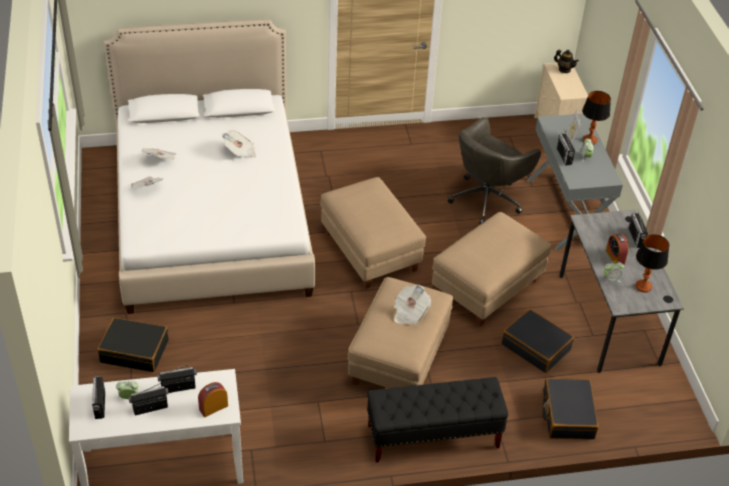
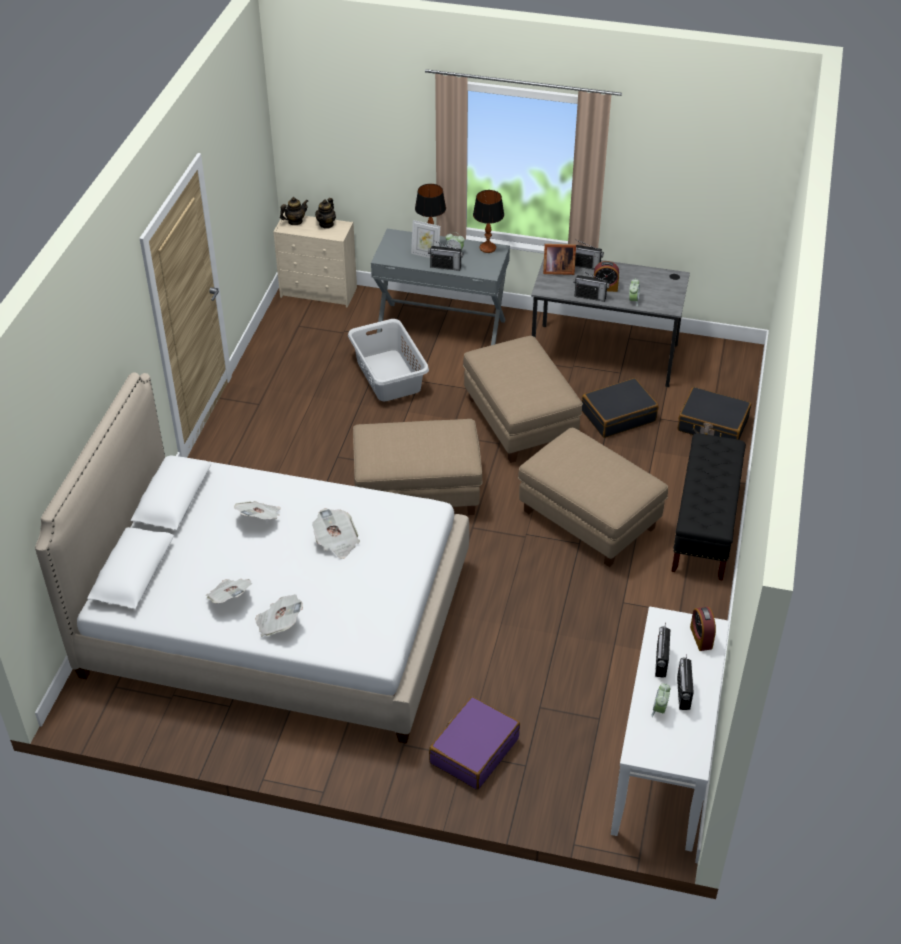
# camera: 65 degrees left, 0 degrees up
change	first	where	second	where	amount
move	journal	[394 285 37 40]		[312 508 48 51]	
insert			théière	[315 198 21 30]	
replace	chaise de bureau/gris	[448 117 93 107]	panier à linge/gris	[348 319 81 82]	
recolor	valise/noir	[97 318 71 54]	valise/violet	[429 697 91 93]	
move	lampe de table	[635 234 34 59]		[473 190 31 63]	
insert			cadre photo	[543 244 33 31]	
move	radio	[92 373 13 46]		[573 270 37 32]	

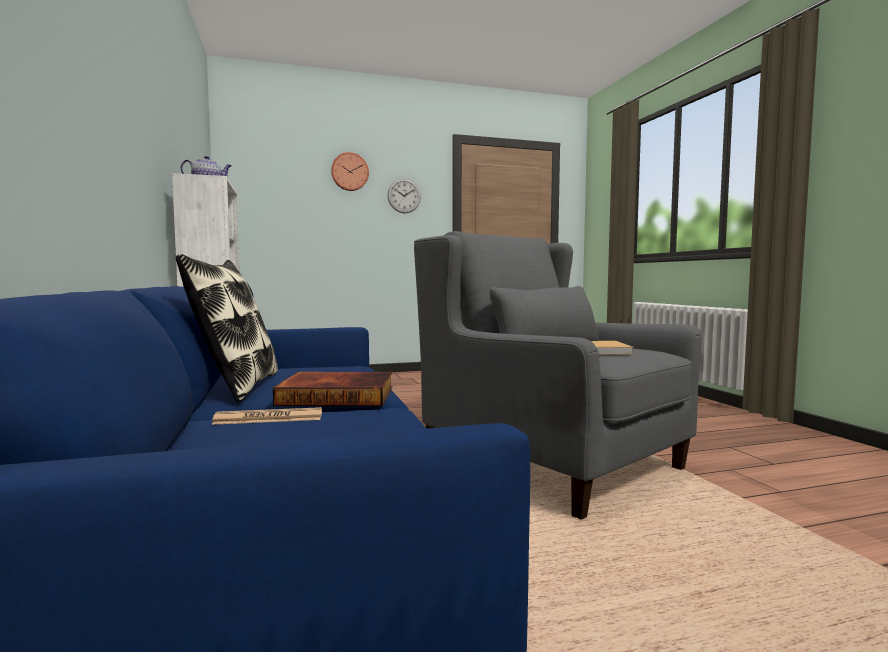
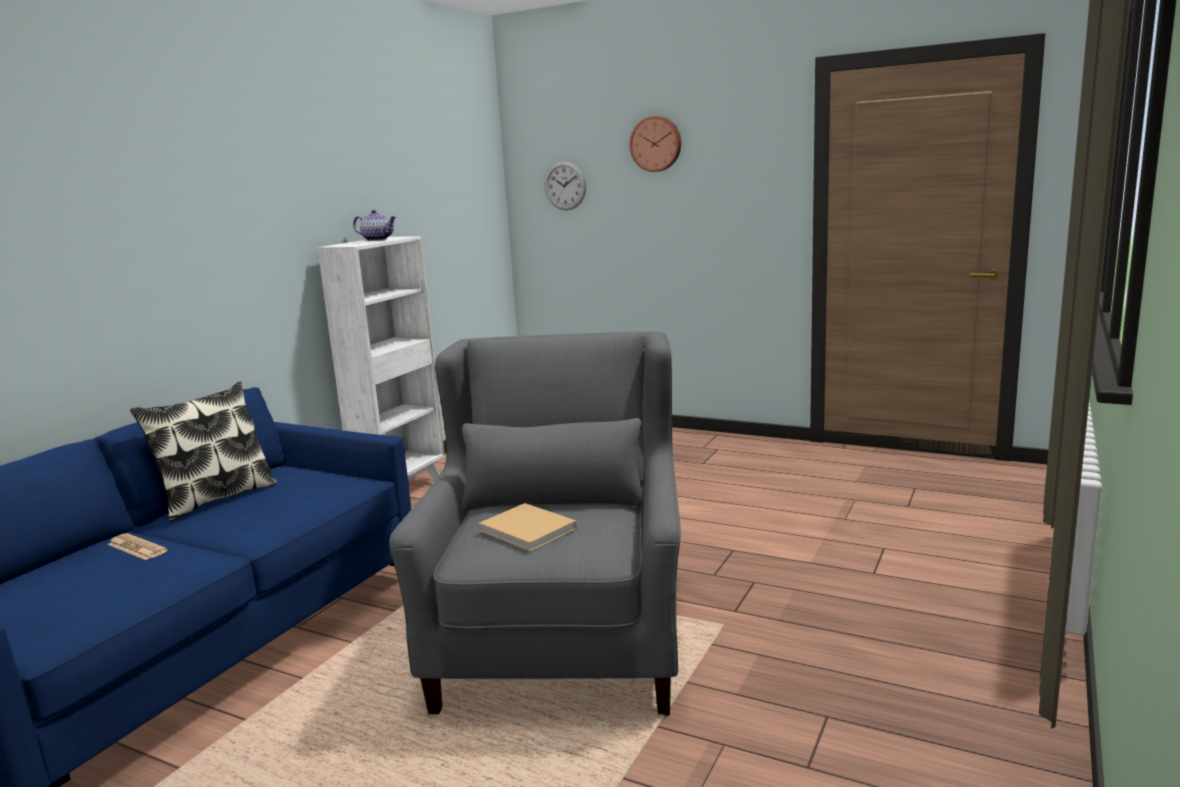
# camera: 45 degrees right, 10 degrees up
change	first	where	second	where	amount
move	horloge murale	[387 179 34 35]		[544 161 42 49]	
delete	livre	[273 372 119 34]			

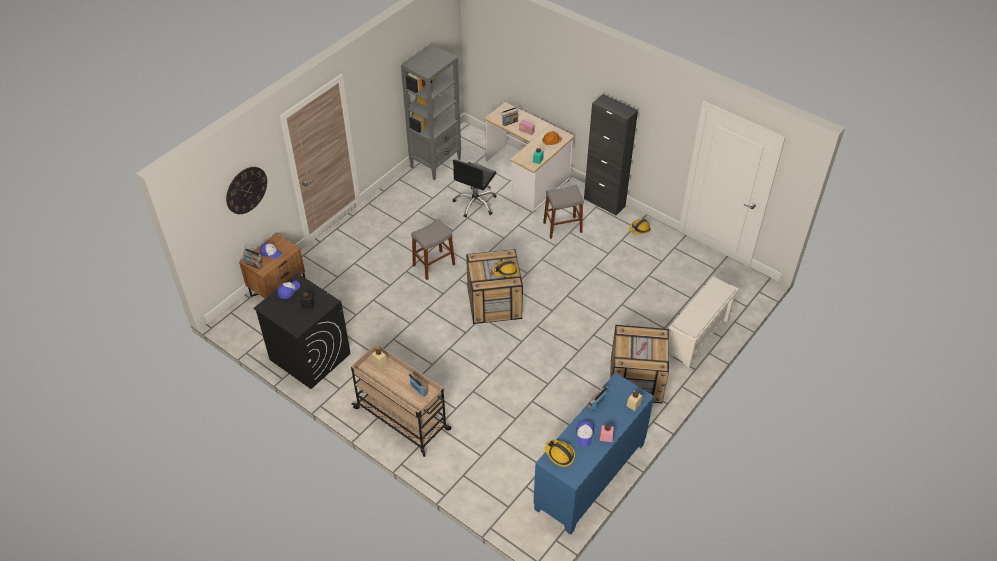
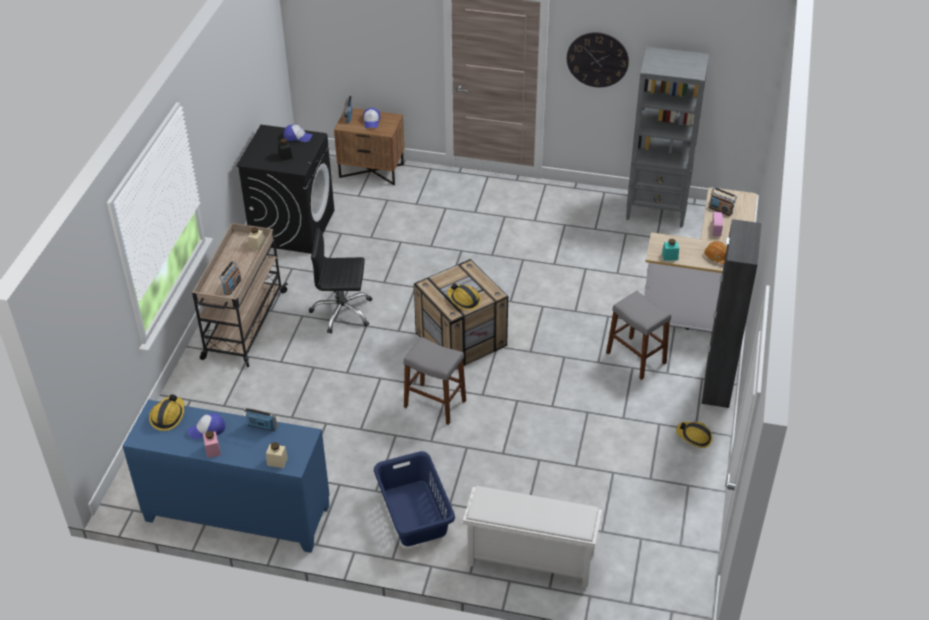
# camera: 65 degrees right, 5 degrees down
change	first	where	second	where	amount
move	chaise de bureau/noir	[453 159 44 59]		[309 227 63 107]	
replace	caisse	[610 325 59 78]	panier à linge/bleu	[374 451 81 95]	
move	tabouret/gris	[411 219 44 61]		[404 337 62 88]	
move	horloge murale	[226 167 41 47]		[567 32 62 55]	

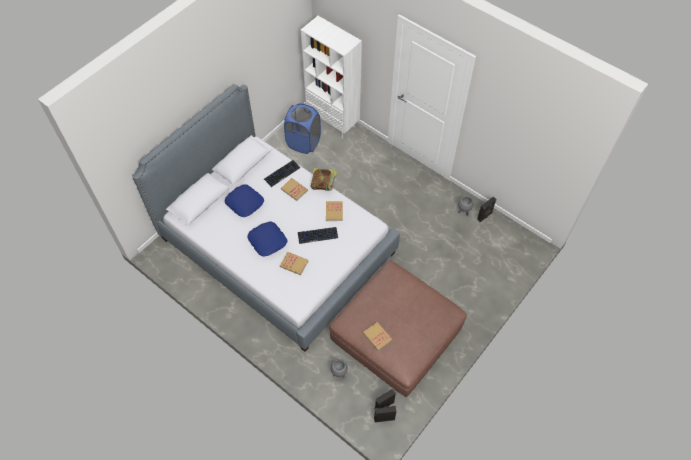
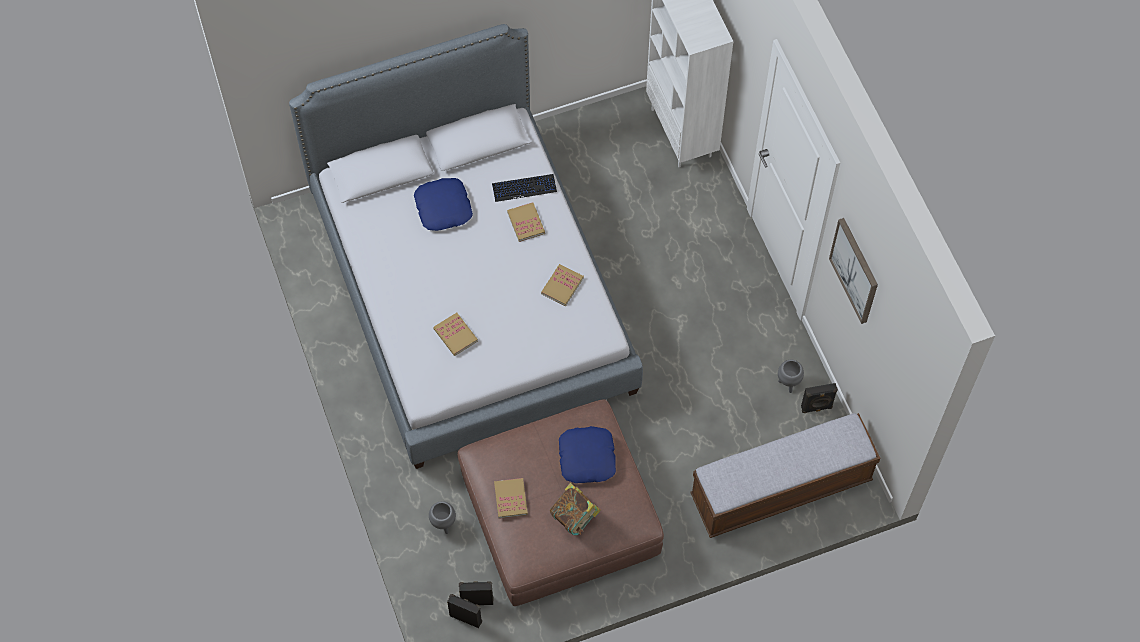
# camera: 30 degrees right, 5 degrees up
change	first	where	second	where	amount
move	livre	[311 168 26 23]		[550 483 51 52]	
move	coussin/bleu	[247 221 40 36]		[559 426 57 57]	
insert			banc	[690 413 190 125]	
insert			tableau	[829 218 49 106]	
delete	panier à linge/bleu	[284 103 37 51]			
delete	clavier	[298 227 40 17]			

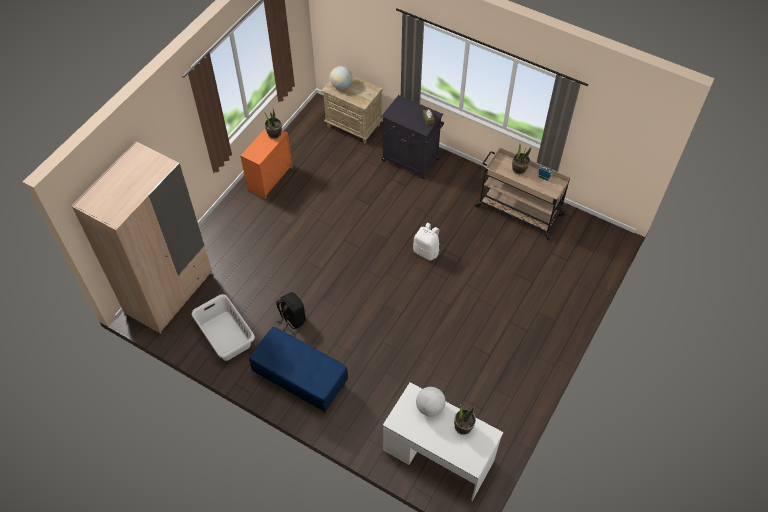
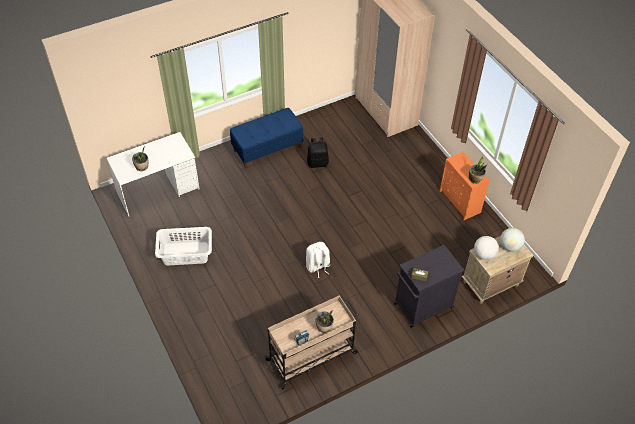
# camera: 120 degrees right, 5 degrees down
change	first	where	second	where	amount
move	panier à linge/blanc	[192 294 63 67]		[155 227 57 38]	
move	globe	[416 387 30 30]		[474 236 25 24]	

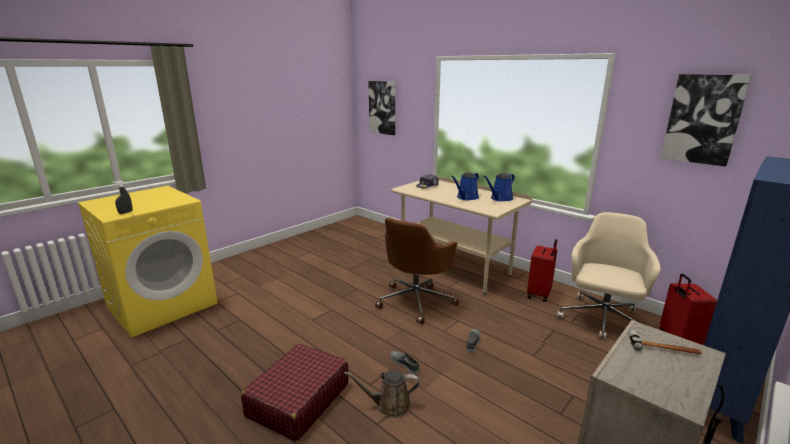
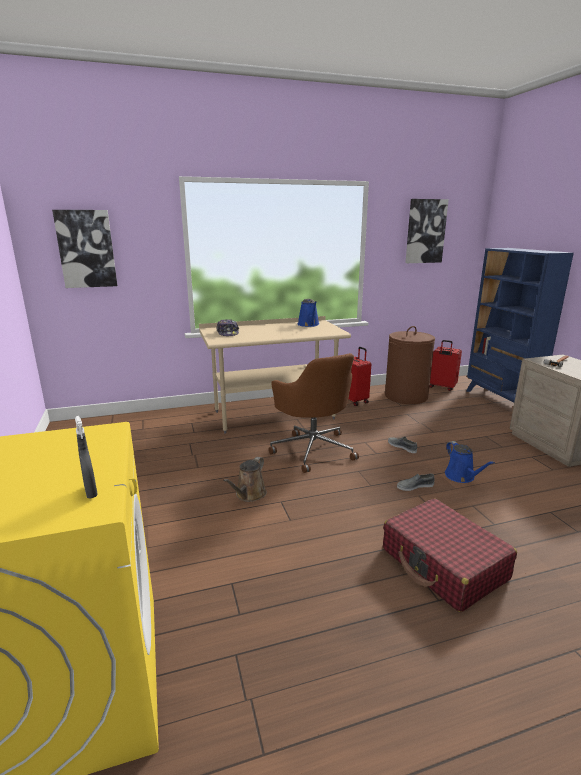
# camera: 60 degrees left, 0 degrees up
change	first	where	second	where	amount
move	arrosoir/marron	[345 370 74 48]		[223 457 44 45]	
replace	chaise de bureau/beige	[557 212 103 128]	panier à linge/marron	[385 326 50 78]	
move	arrosoir/bleu	[451 172 28 28]		[445 441 50 42]	

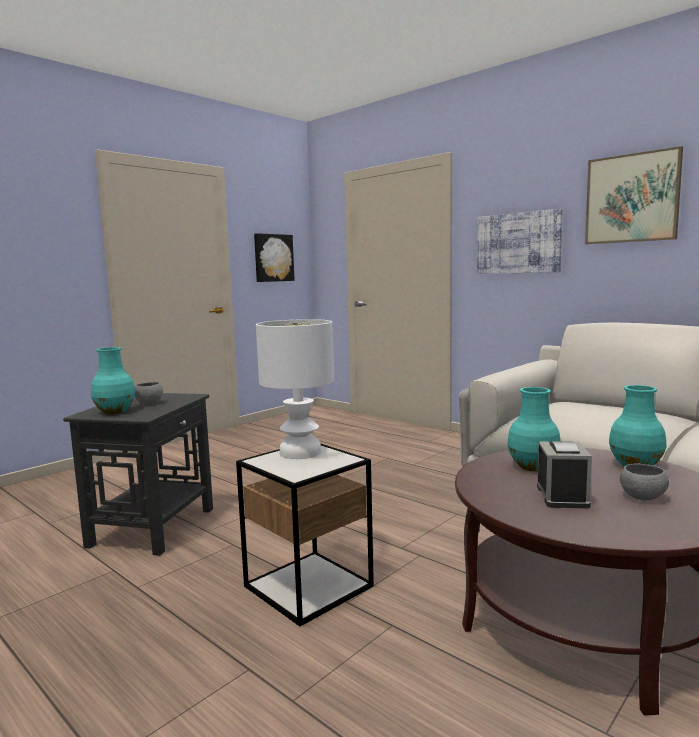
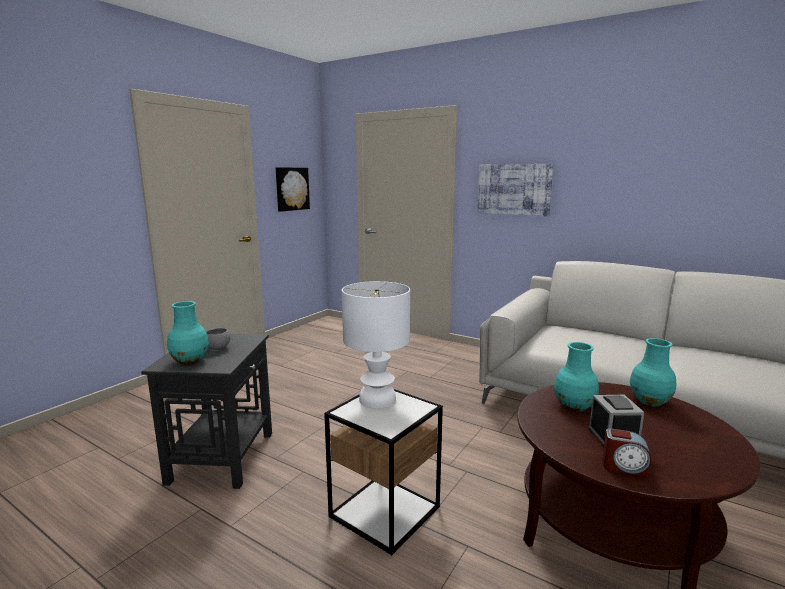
# camera: 10 degrees left, 5 degrees up
change	first	where	second	where	amount
insert			réveil	[602 428 49 49]	
delete	tableau	[585 146 98 98]			
delete	bol/gris	[620 463 49 37]			

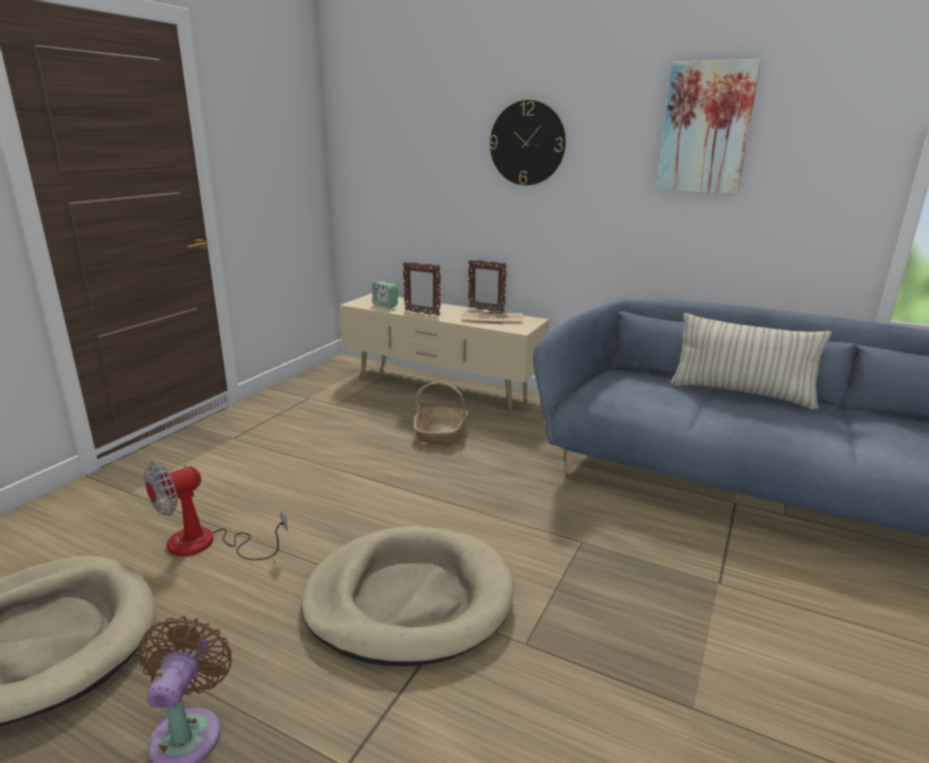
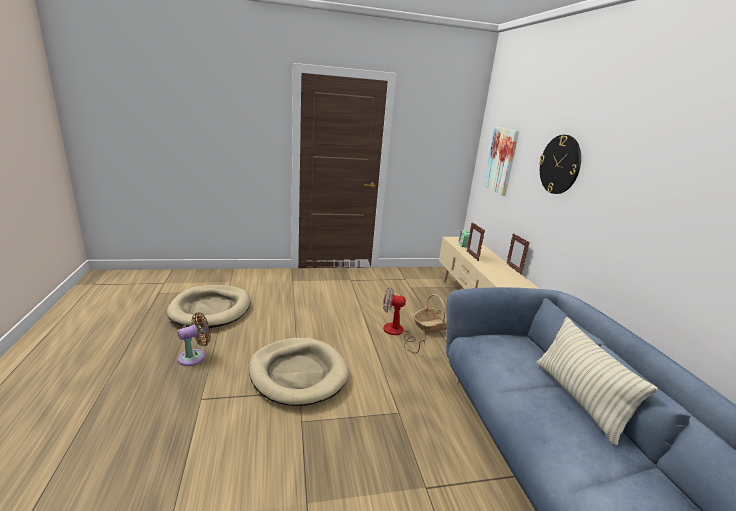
# camera: 50 degrees right, 0 degrees up
change	first	where	second	where	amount
move	ventilateur	[144 461 144 99]		[383 287 43 66]	
move	tableau	[656 59 105 136]		[484 127 35 69]	
delete	journal	[461 311 62 14]			

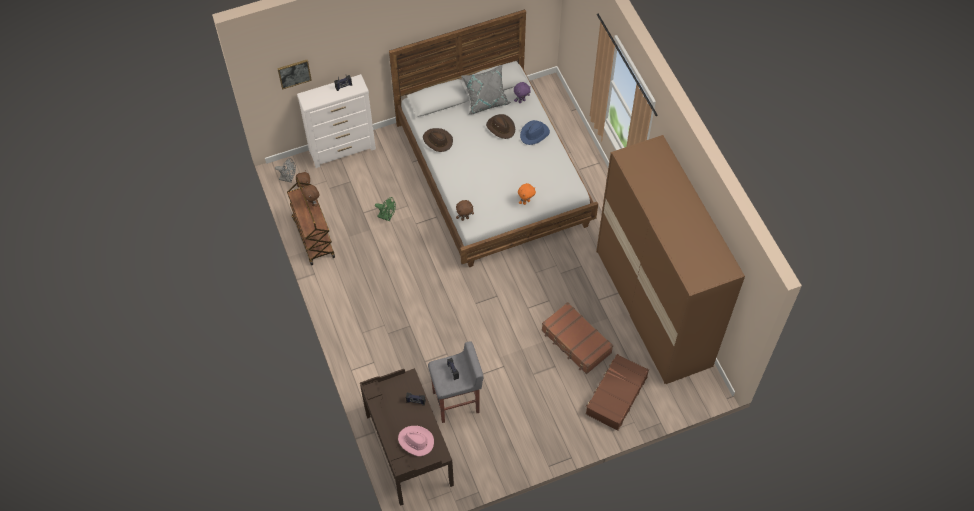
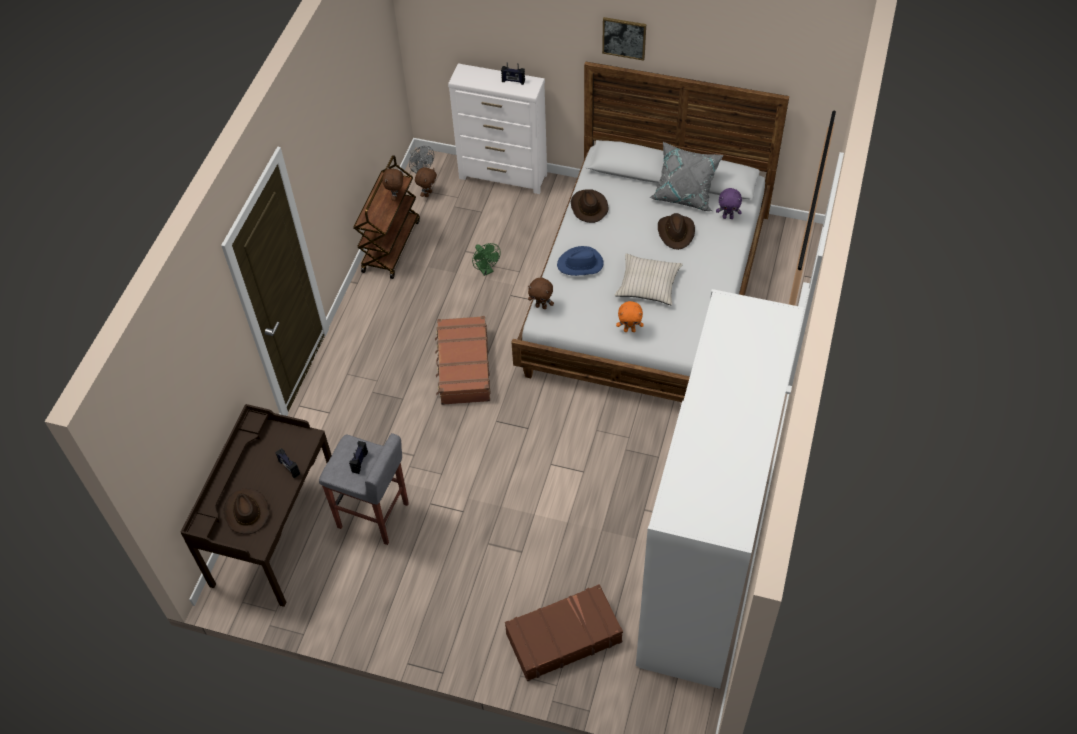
# camera: 40 degrees right, 5 degrees down
change	first	where	second	where	amount
recolor	chapeau/rose	[398 426 36 30]	chapeau/marron	[223 488 47 46]	
move	valise/marron	[542 302 71 72]		[435 316 55 89]	
move	chapeau/bleu	[520 120 30 25]		[557 246 47 30]	
move	tableau	[277 60 35 30]		[602 17 44 44]	
insert			coussin/beige	[615 254 67 51]	
recolor	armoire/marron	[596 135 149 249]	armoire/blanc	[636 289 168 400]	

